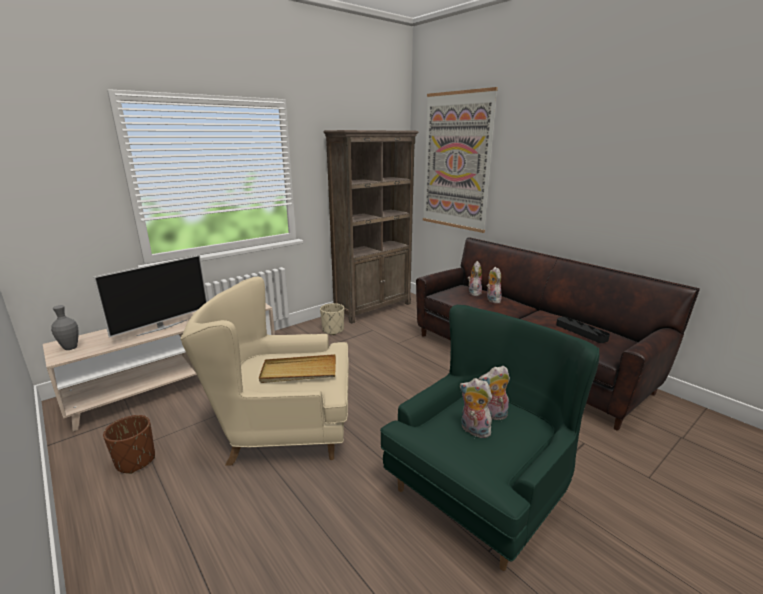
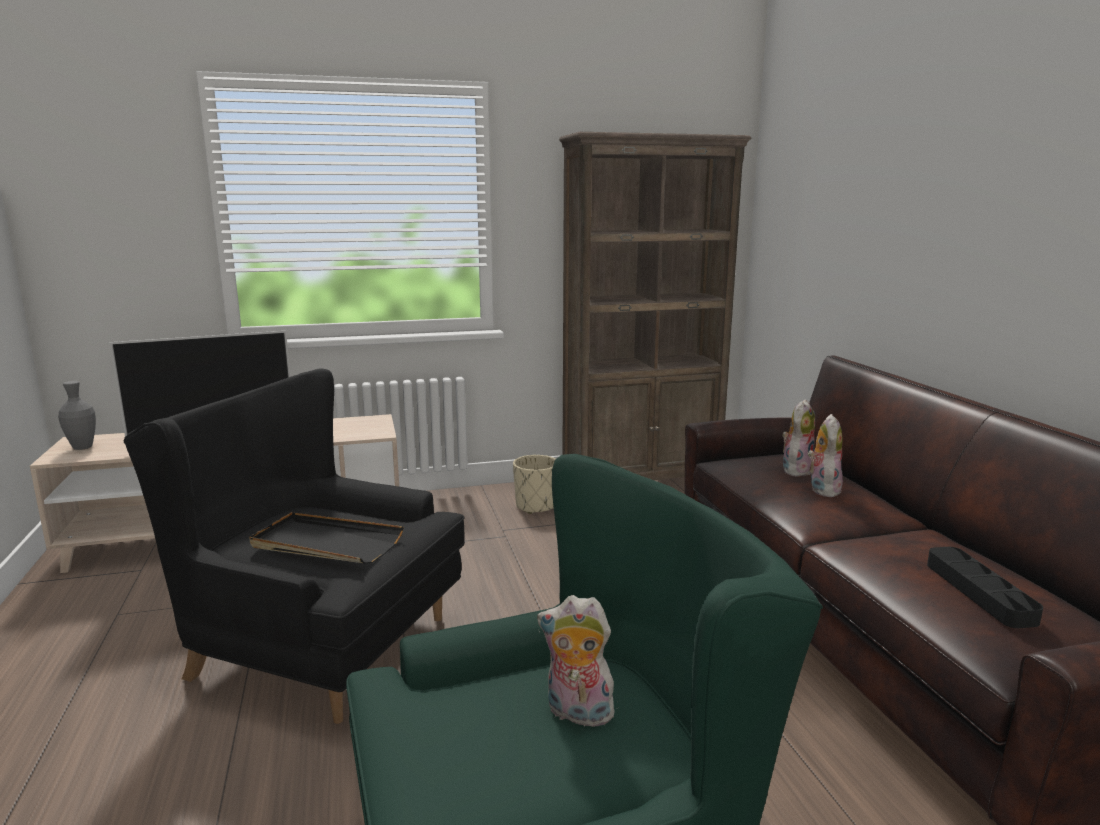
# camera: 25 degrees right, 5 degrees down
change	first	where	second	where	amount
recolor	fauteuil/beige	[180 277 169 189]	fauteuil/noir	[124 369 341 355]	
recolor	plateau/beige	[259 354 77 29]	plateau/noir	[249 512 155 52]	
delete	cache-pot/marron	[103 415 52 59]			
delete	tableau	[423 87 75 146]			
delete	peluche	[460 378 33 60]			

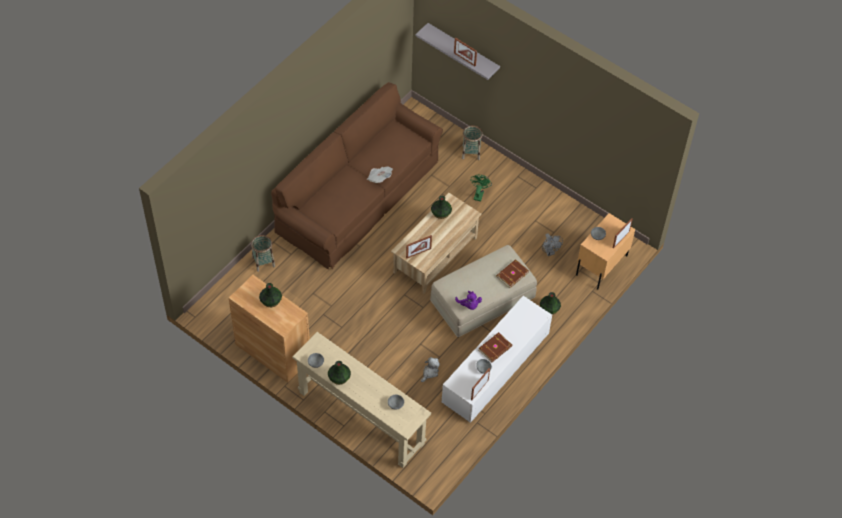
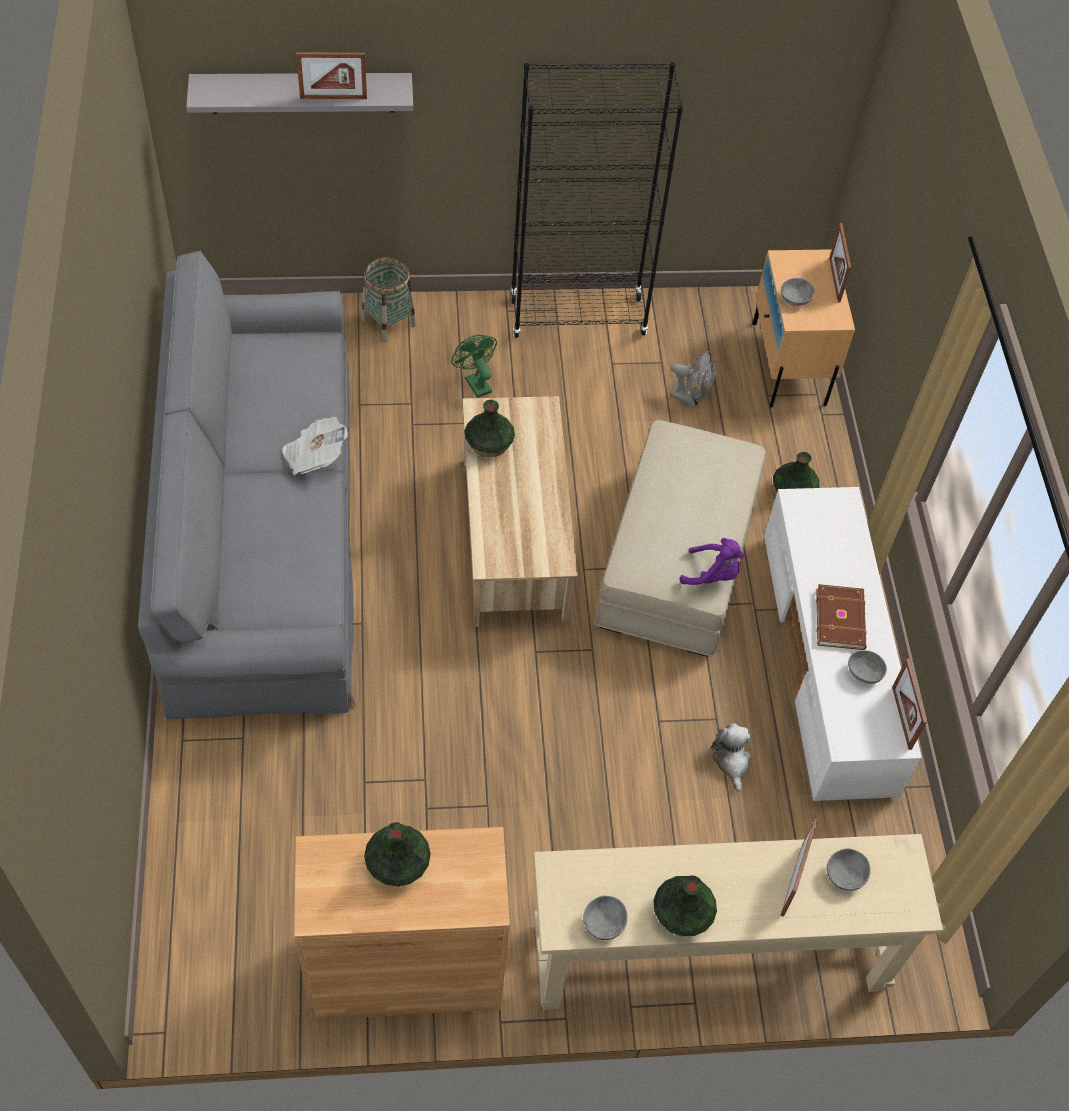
# camera: 45 degrees left, 0 degrees up
change	first	where	second	where	amount
recolor	canapé/marron	[271 82 172 188]	canapé/gris	[138 251 218 469]	
insert			bibliothèque/noir	[510 62 173 276]	
move	cadre photo	[406 235 26 24]		[780 819 38 98]	
delete	panier	[251 235 24 37]			
delete	livre/marron	[496 259 33 29]			

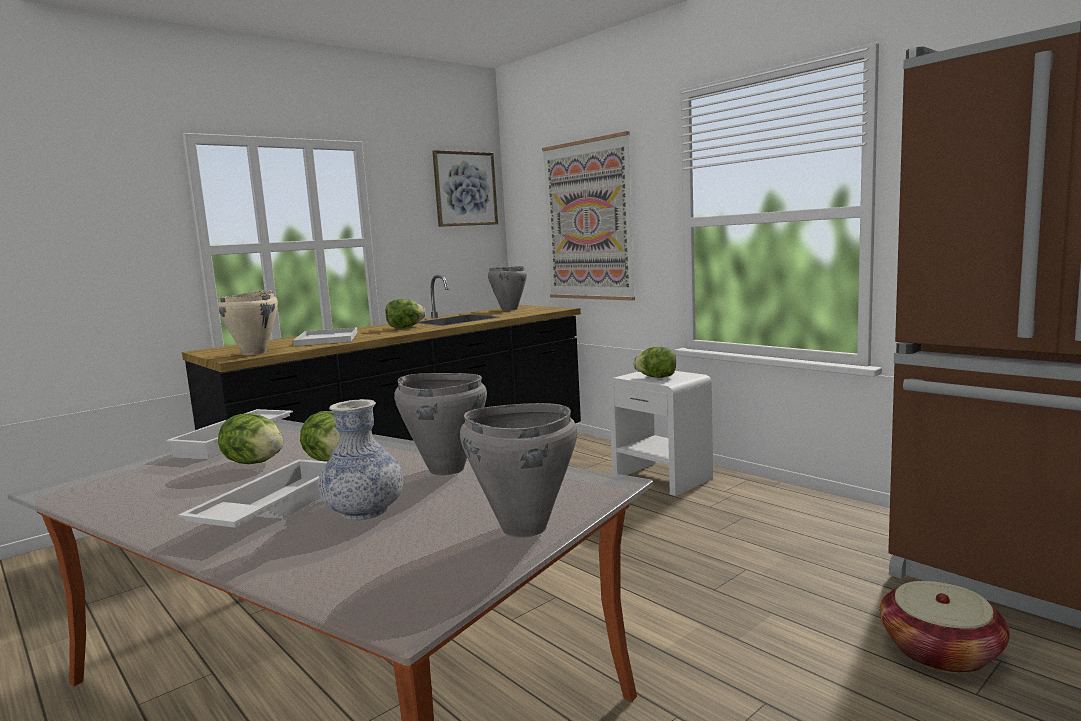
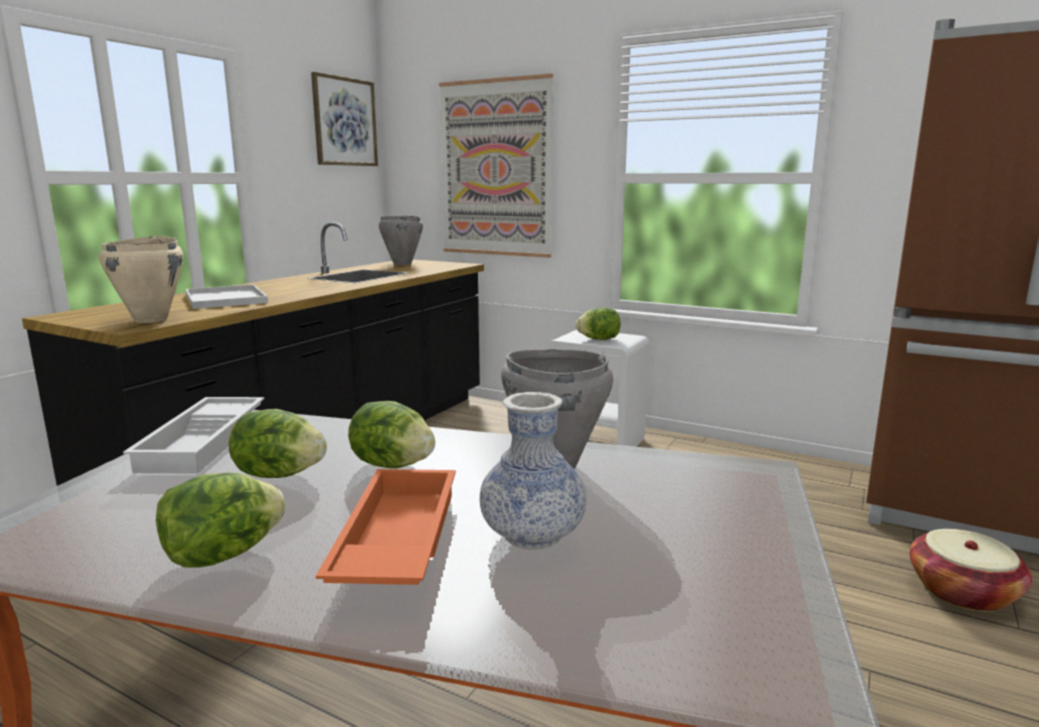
# camera: 20 degrees left, 5 degrees up
change	first	where	second	where	amount
move	laitue	[385 299 41 29]		[156 473 130 95]	
recolor	plateau/blanc	[178 459 149 69]	plateau/orange	[316 469 140 116]	
delete	marmite/gris	[460 403 117 134]			

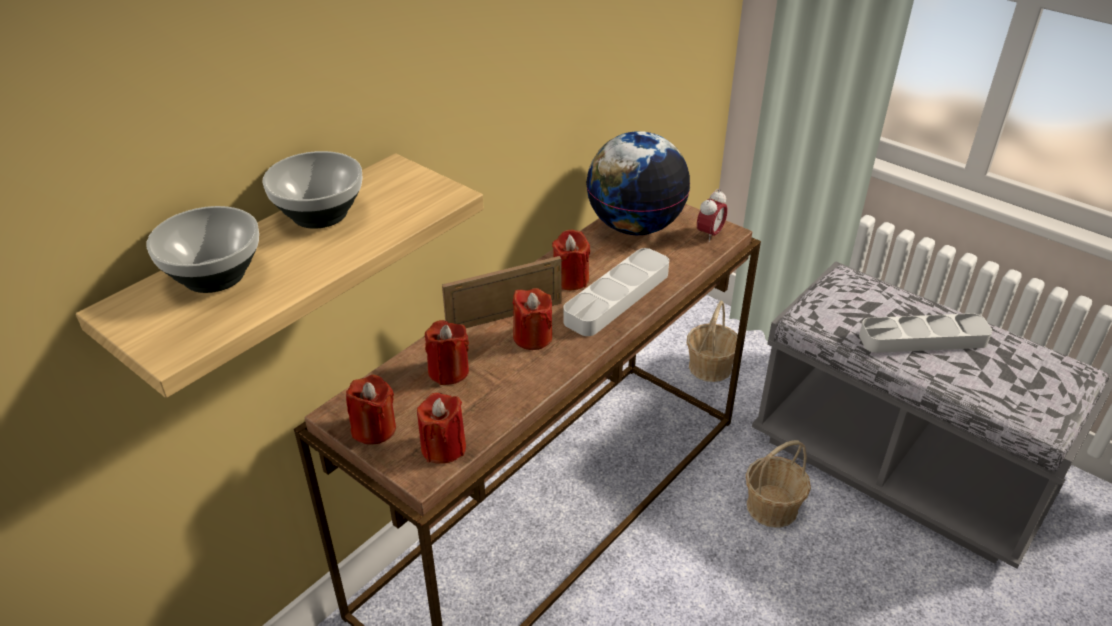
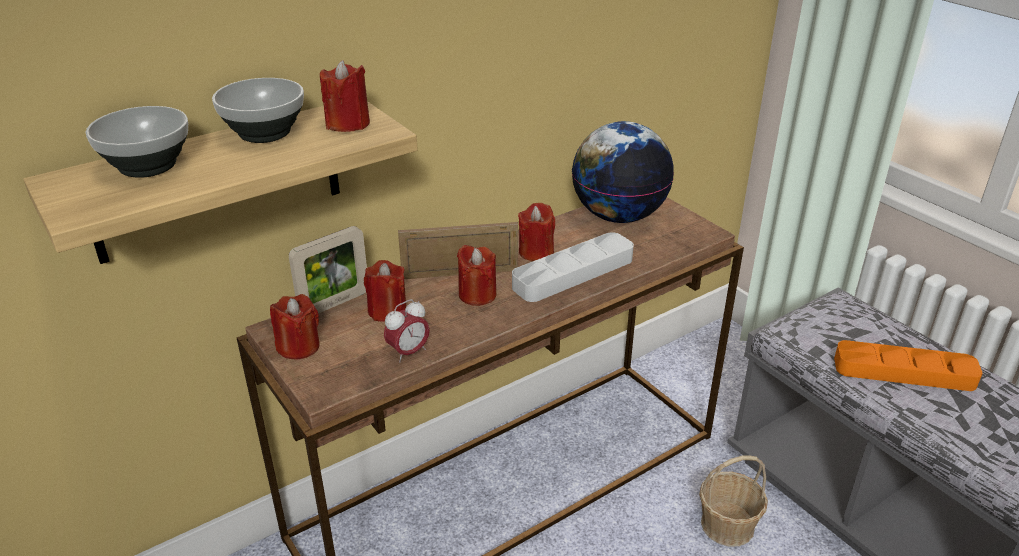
# camera: 15 degrees right, 5 degrees down
change	first	where	second	where	amount
insert			cadre photo	[289 226 78 87]	
move	bougie/rouge	[417 393 49 71]		[320 60 50 72]	
move	réveil	[697 189 31 53]		[384 299 46 63]	
recolor	plateau/gris	[859 313 133 40]	plateau/orange	[834 340 148 51]	
delete	panier	[687 300 51 82]			

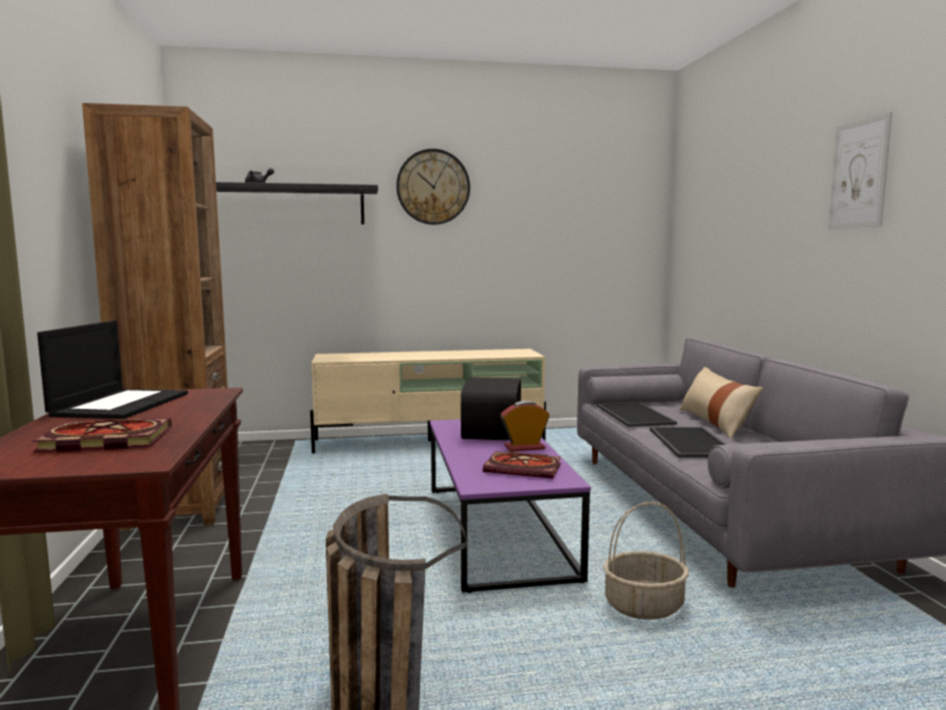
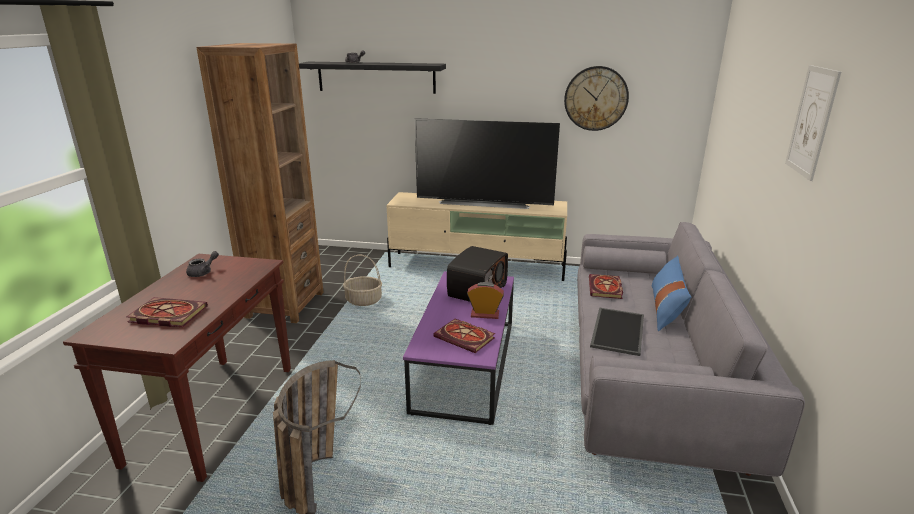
# camera: 20 degrees right, 15 degrees up
change	first	where	second	where	amount
replace	ordinateur portable	[37 321 151 98]	théière/gris	[186 251 33 26]	
move	panier	[603 502 86 118]		[343 255 39 51]	
insert			téléviseur	[415 118 145 91]	
move	horloge murale	[396 149 74 76]		[564 66 65 65]	
replace	plateau	[597 403 80 24]	livre	[589 274 34 25]	
recolor	coussin/beige	[680 367 83 72]	coussin/bleu	[652 255 39 77]	

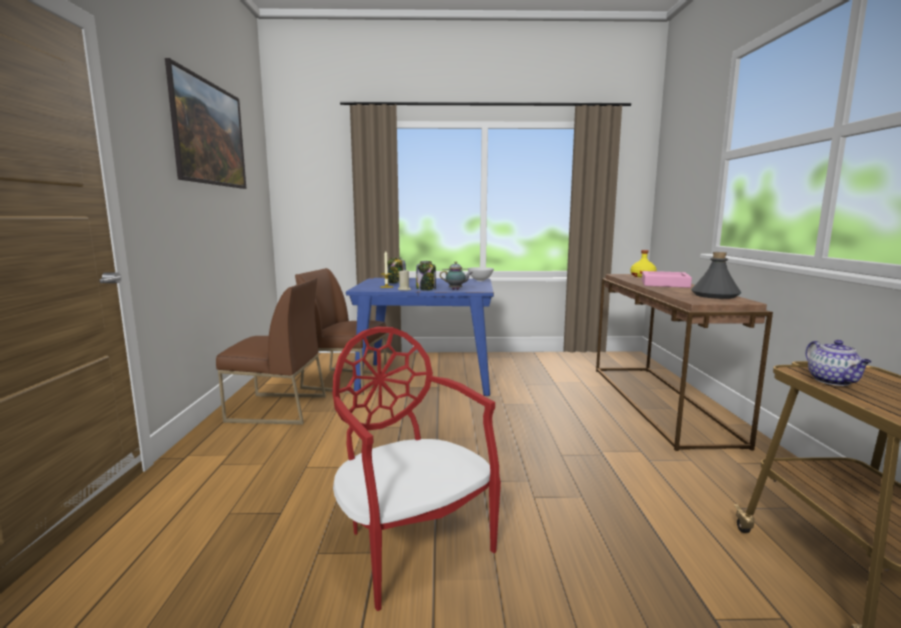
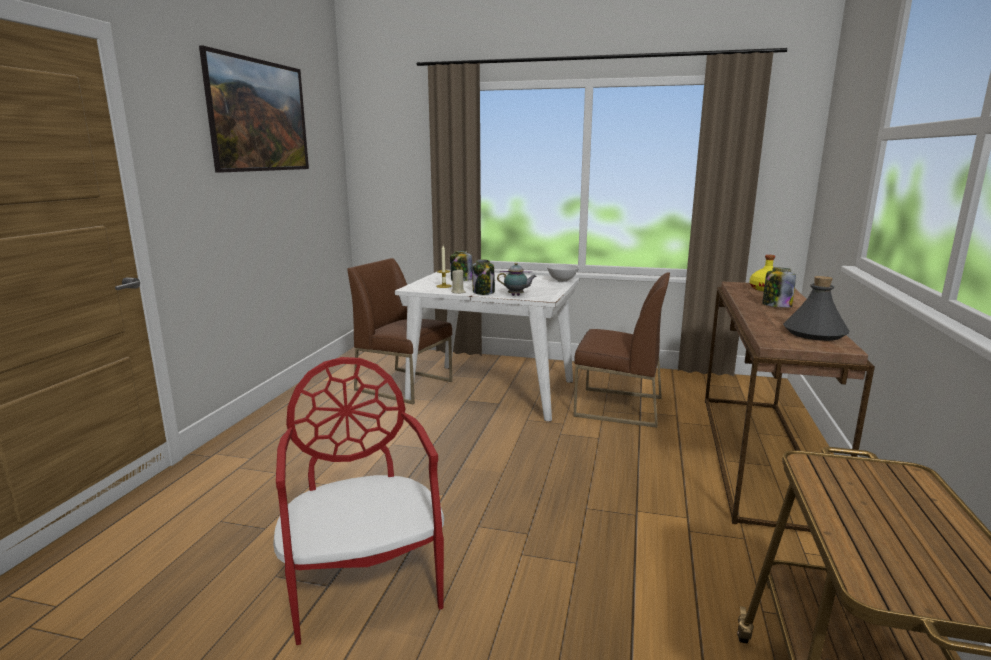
# camera: 15 degrees right, 5 degrees up
change	first	where	second	where	amount
recolor	table à manger/bleu	[346 278 148 118]	table à manger/blanc	[395 270 184 152]	
move	chaise/marron	[216 278 110 146]		[573 272 97 156]	
replace	plateau/rose	[642 271 50 17]	bocal	[762 267 34 41]	
delete	théière	[806 340 66 46]			

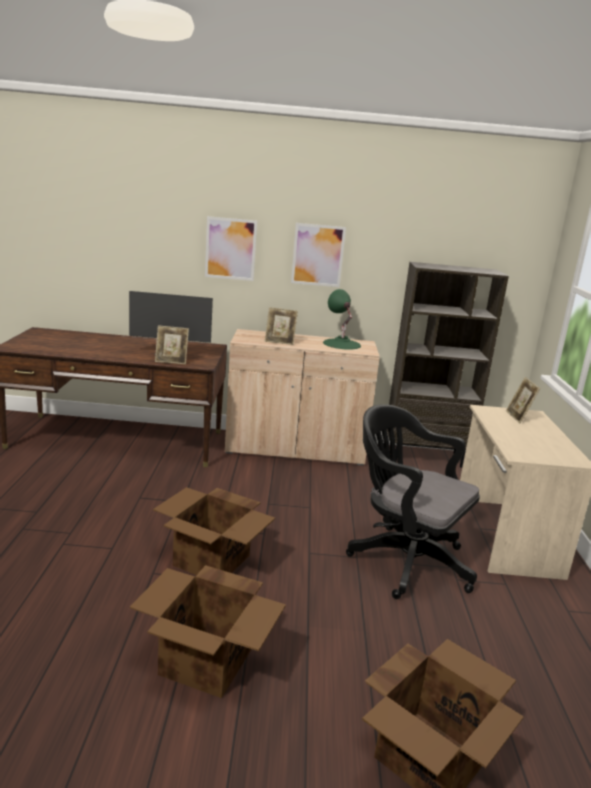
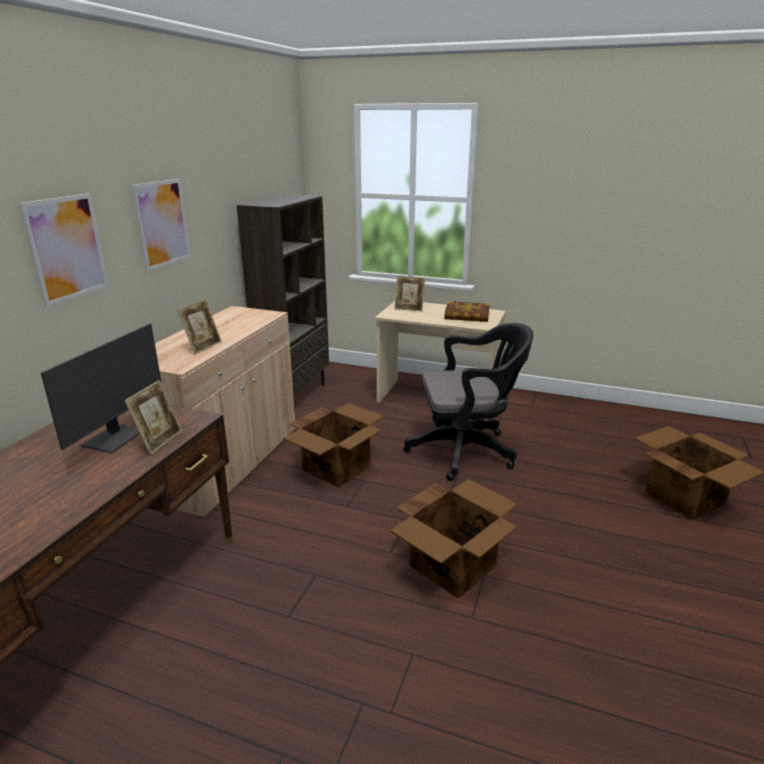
# camera: 70 degrees left, 5 degrees up
change	first	where	second	where	amount
move	carton	[130 565 156 133]		[283 403 101 85]	
rotate	chaise de bureau/noir	[346 404 134 195]		[403 323 130 158]	150 degrees counterclockwise
insert			livre	[445 301 45 21]	
delete	lampe de table/vert	[323 289 38 61]			

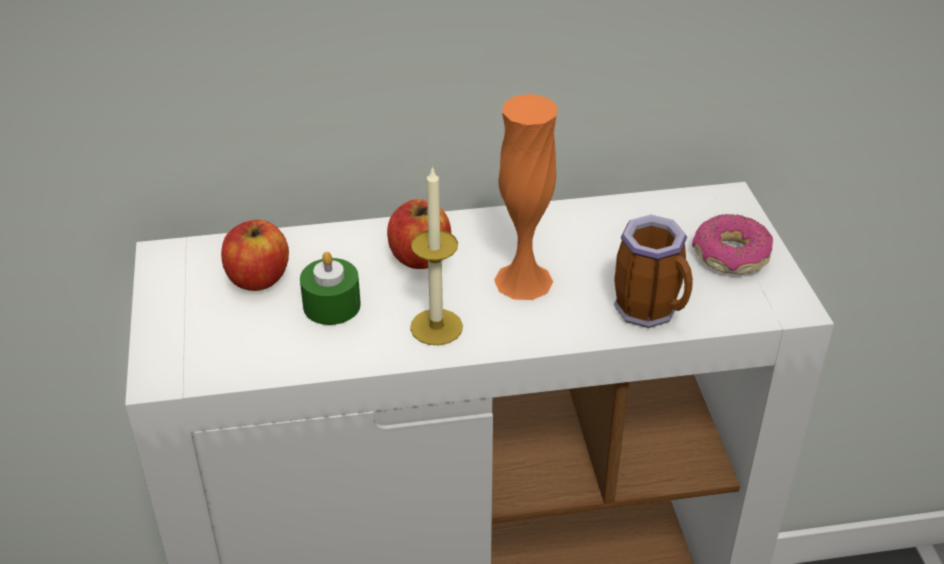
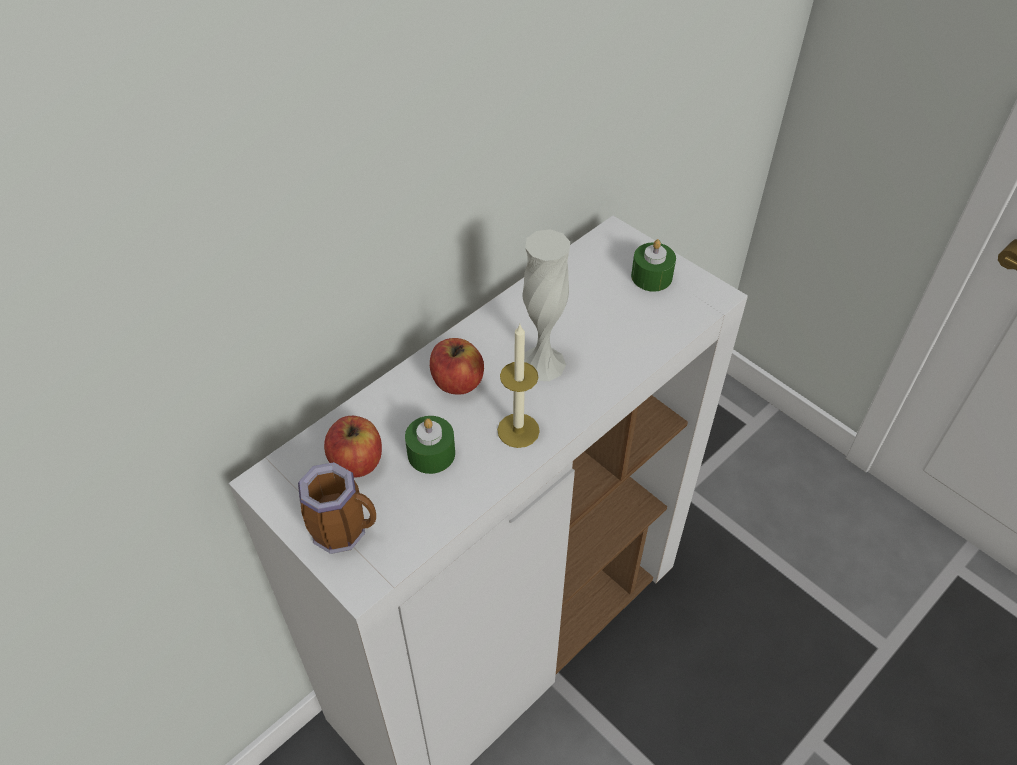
# camera: 35 degrees left, 10 degrees up
change	first	where	second	where	amount
move	mug	[614 215 79 113]		[298 462 78 92]	
recolor	vase/orange	[494 94 63 206]	vase/blanc	[522 229 48 152]	
replace	beignet	[692 214 81 60]	bougie/vert	[631 239 45 53]	

